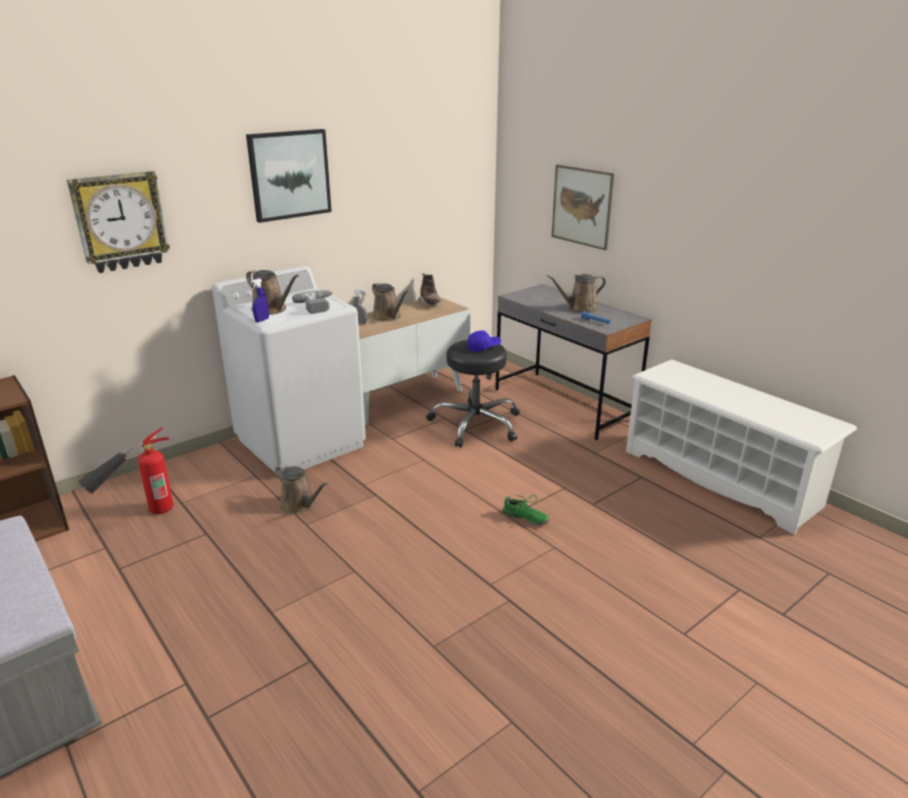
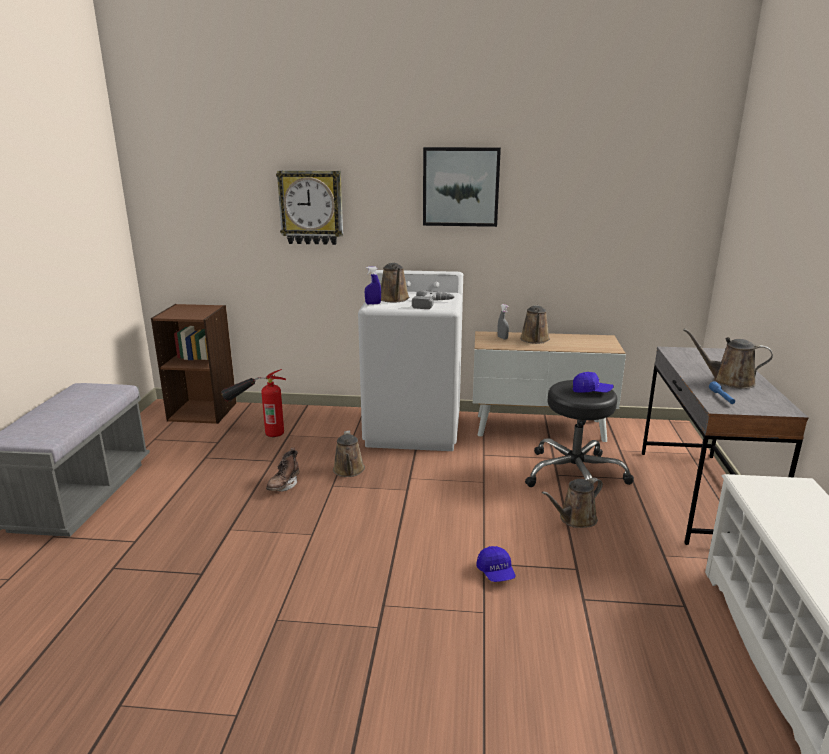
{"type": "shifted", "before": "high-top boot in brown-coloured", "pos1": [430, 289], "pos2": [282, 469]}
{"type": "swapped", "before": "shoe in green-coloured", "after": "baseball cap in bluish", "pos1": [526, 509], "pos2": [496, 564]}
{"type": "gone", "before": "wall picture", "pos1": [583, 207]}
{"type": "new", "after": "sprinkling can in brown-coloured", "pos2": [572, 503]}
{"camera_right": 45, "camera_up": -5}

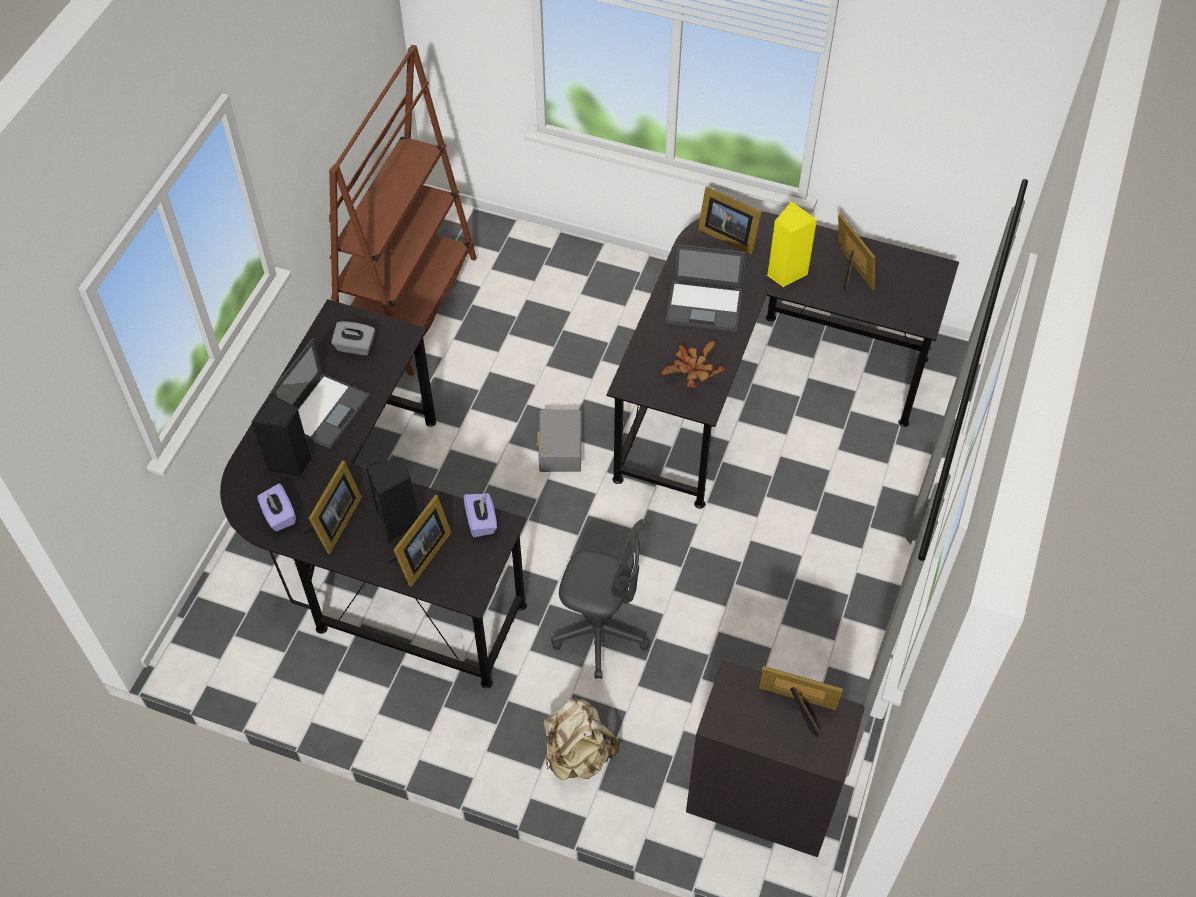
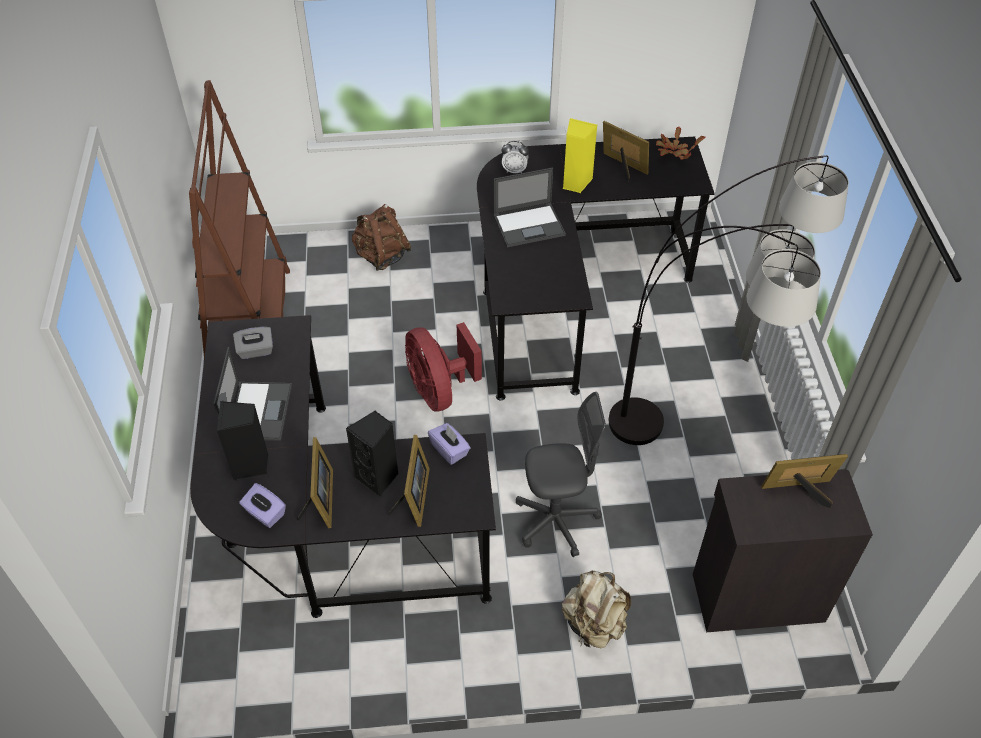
{"type": "swapped", "before": "storage container in gray", "after": "fan in red", "pos1": [558, 441], "pos2": [443, 367]}
{"type": "shifted", "before": "houseplant", "pos1": [693, 364], "pos2": [680, 143]}
{"type": "swapped", "before": "standing frame", "after": "table clock", "pos1": [730, 220], "pos2": [515, 157]}
{"type": "new", "after": "knapsack in brown-coloured", "pos2": [381, 237]}
{"type": "new", "after": "floor lamp", "pos2": [728, 300]}
{"camera_right": -25, "camera_up": -5}

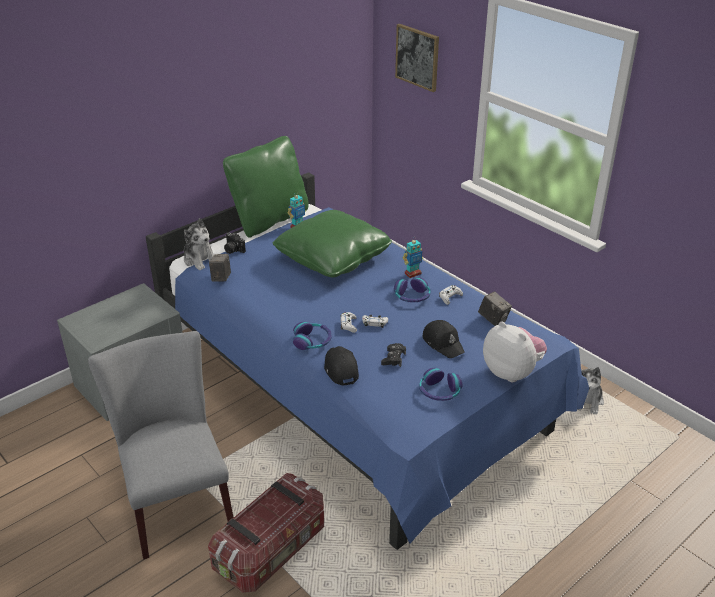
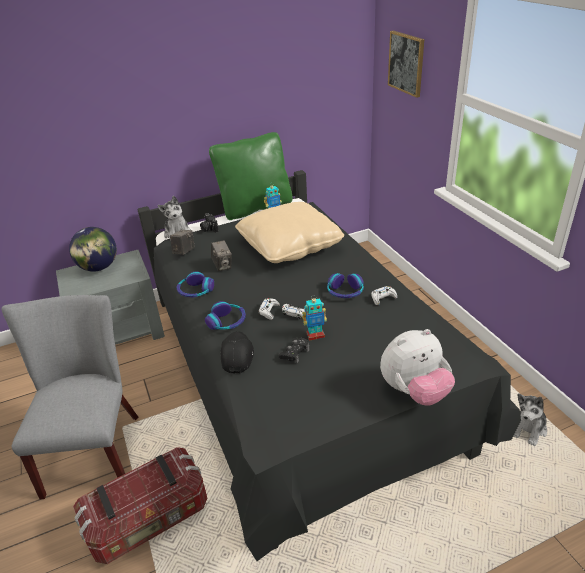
{"type": "repainted", "before": "bedroom bed in bluish", "after": "bedroom bed in blackish", "pos1": [367, 361], "pos2": [329, 365]}
{"type": "repainted", "before": "throw pillow in green-coloured", "after": "throw pillow in beige", "pos1": [332, 243], "pos2": [289, 232]}
{"type": "shifted", "before": "robot figure", "pos1": [413, 257], "pos2": [314, 318]}
{"type": "shifted", "before": "pair of headphones", "pos1": [440, 384], "pos2": [195, 284]}
{"type": "gone", "before": "baseball cap in blackish", "pos1": [444, 339]}
{"type": "shifted", "before": "still camera", "pos1": [495, 308], "pos2": [221, 255]}
{"type": "rotated", "before": "cuddly toy", "pos1": [515, 352], "pos2": [417, 367], "turn": 90}
{"type": "new", "after": "world globe", "pos2": [93, 249]}
{"camera_right": 20, "camera_up": 0}

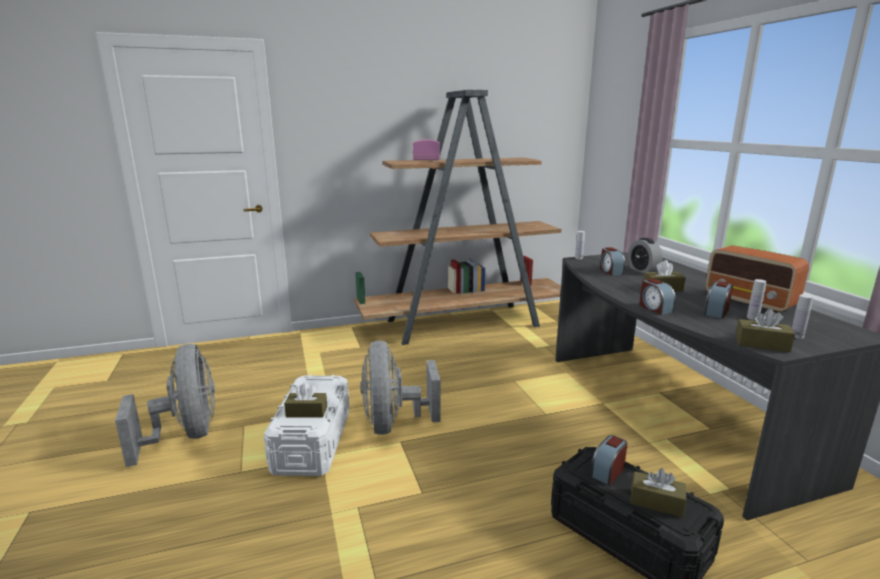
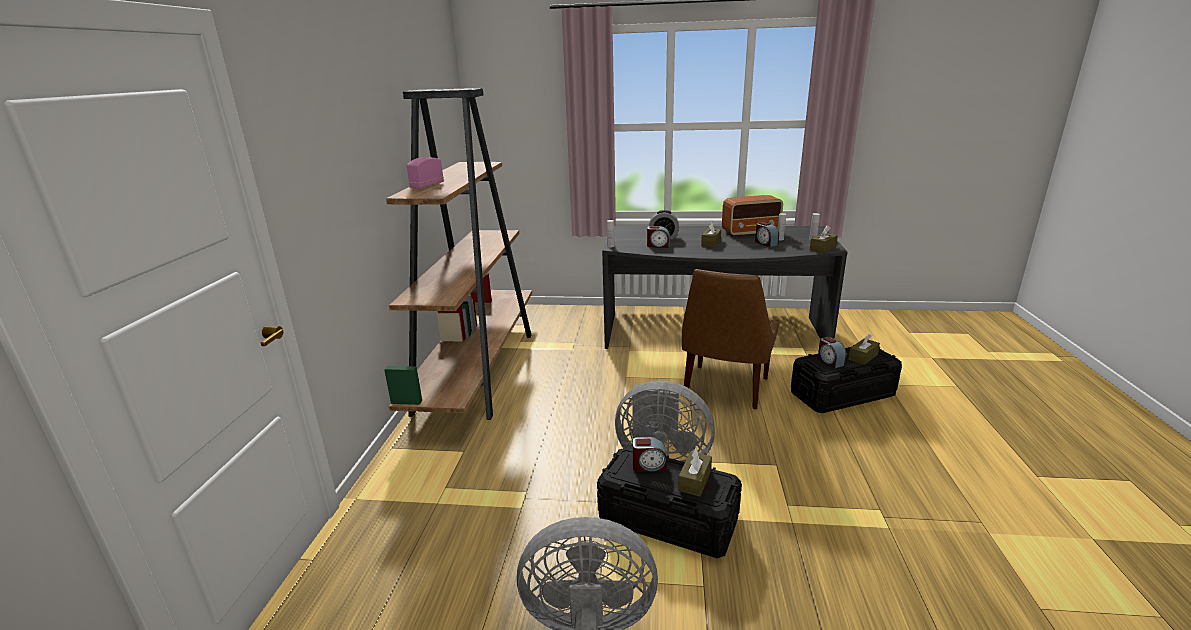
{"type": "repainted", "before": "storage container in whitish", "after": "storage container in blackish", "pos1": [306, 425], "pos2": [669, 503]}
{"type": "shifted", "before": "table clock", "pos1": [657, 296], "pos2": [650, 454]}
{"type": "new", "after": "plain chair in brown-coloured", "pos2": [731, 339]}
{"camera_right": -65, "camera_up": 5}

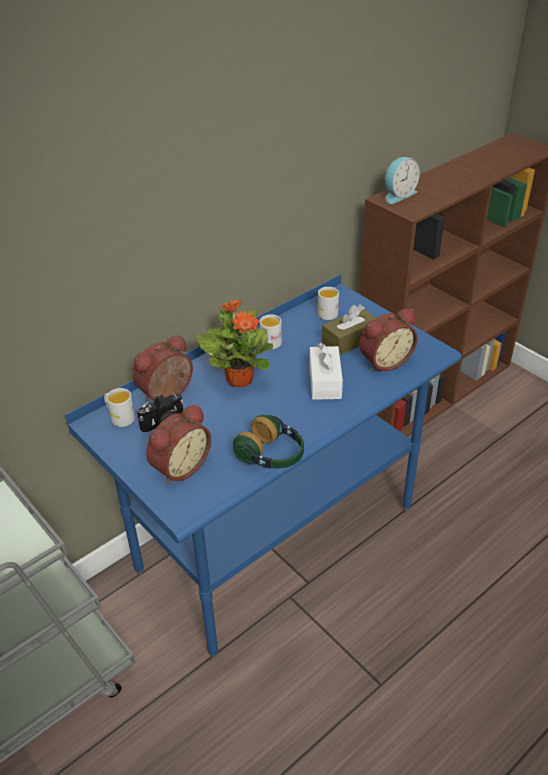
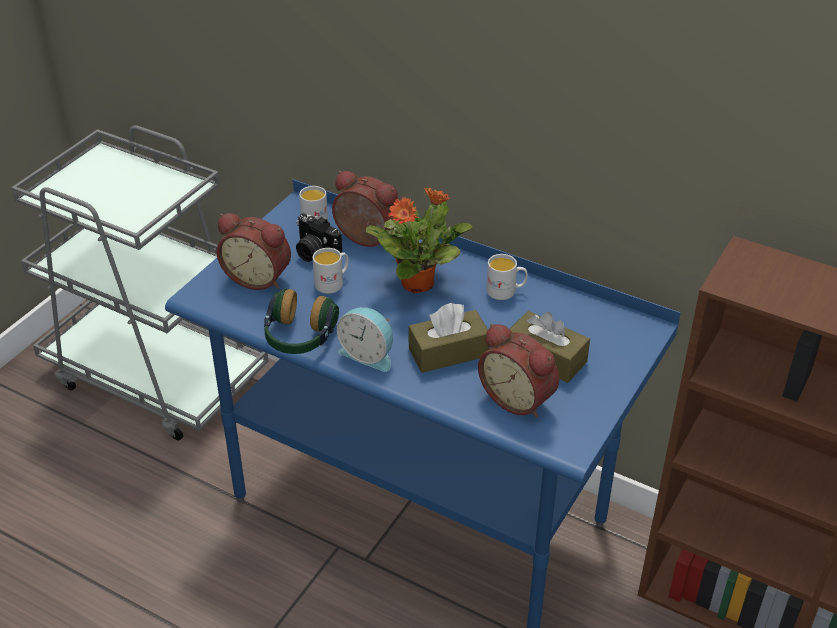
{"type": "repainted", "before": "tissue box in whitish", "after": "tissue box in brown-coloured", "pos1": [326, 371], "pos2": [448, 338]}
{"type": "shifted", "before": "coffee mug in whitish", "pos1": [328, 303], "pos2": [331, 271]}
{"type": "shifted", "before": "table clock", "pos1": [402, 180], "pos2": [365, 339]}
{"camera_right": 70, "camera_up": 0}

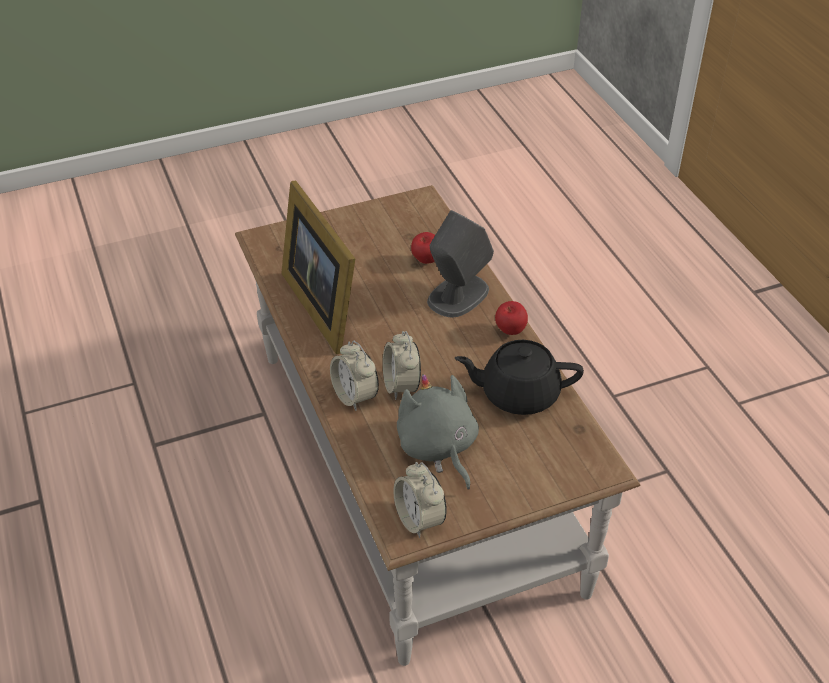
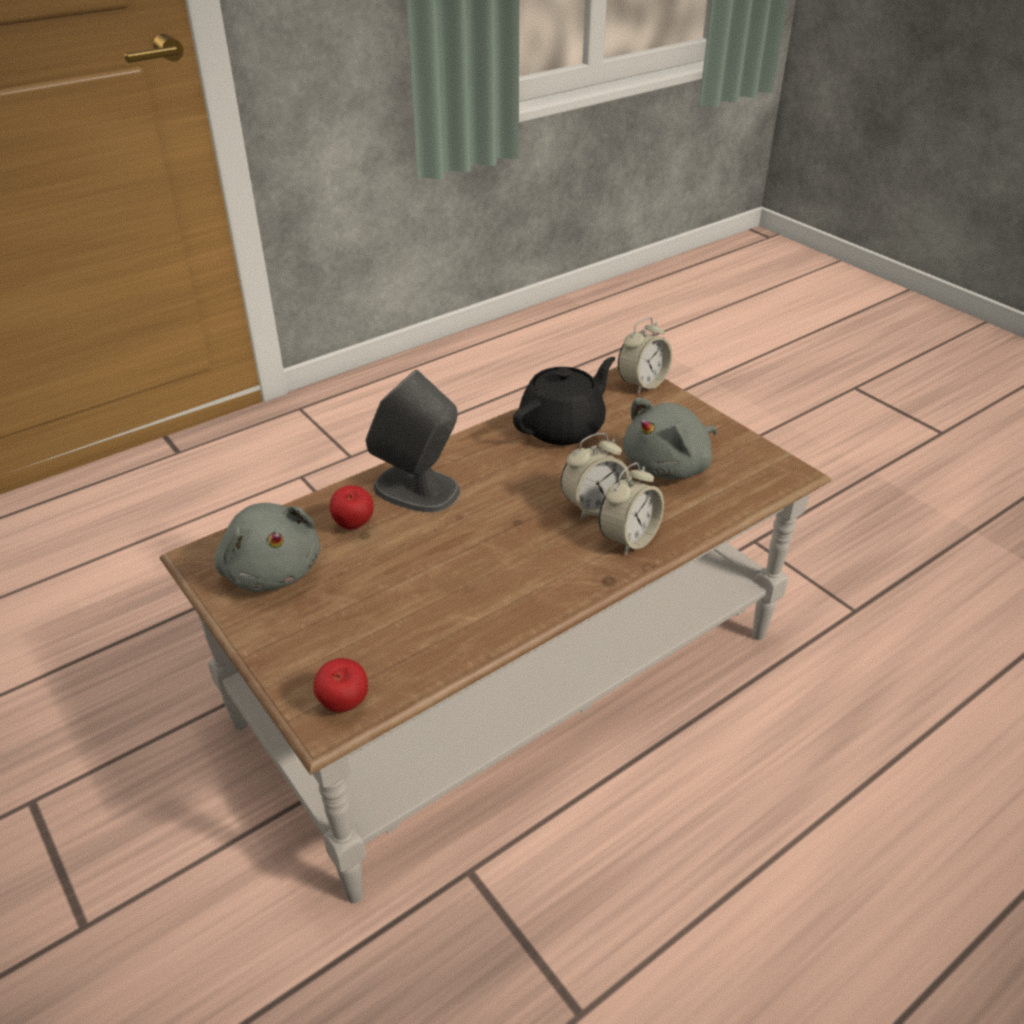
{"type": "gone", "before": "standing frame", "pos1": [318, 267]}
{"type": "shifted", "before": "table clock", "pos1": [420, 500], "pos2": [645, 355]}
{"type": "rotated", "before": "pot for tea in blackish", "pos1": [519, 377], "pos2": [564, 401], "turn": -120}
{"type": "shifted", "before": "apple", "pos1": [511, 318], "pos2": [340, 685]}
{"type": "new", "after": "cuddly toy in gray", "pos2": [267, 547]}
{"camera_right": -105, "camera_up": -5}

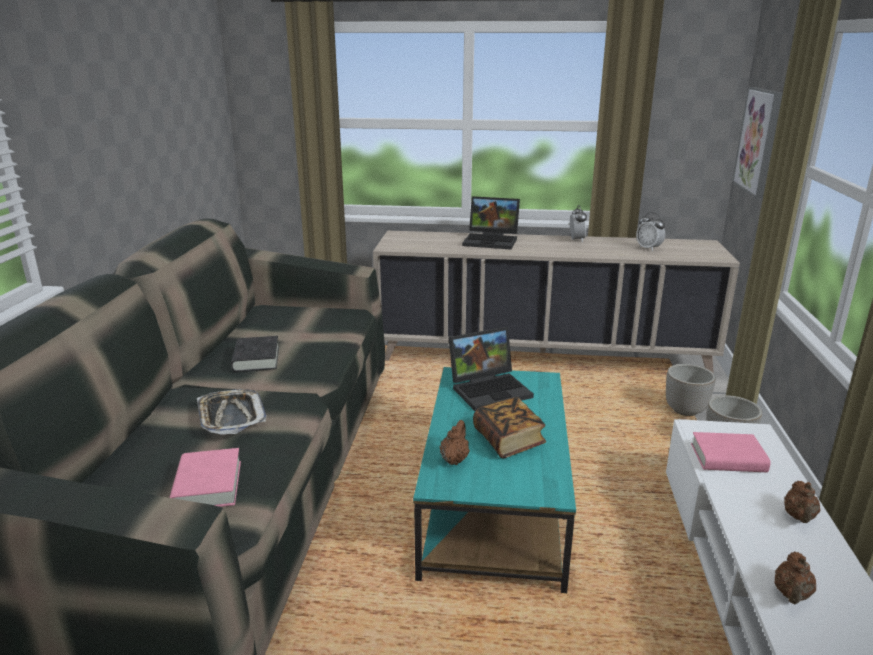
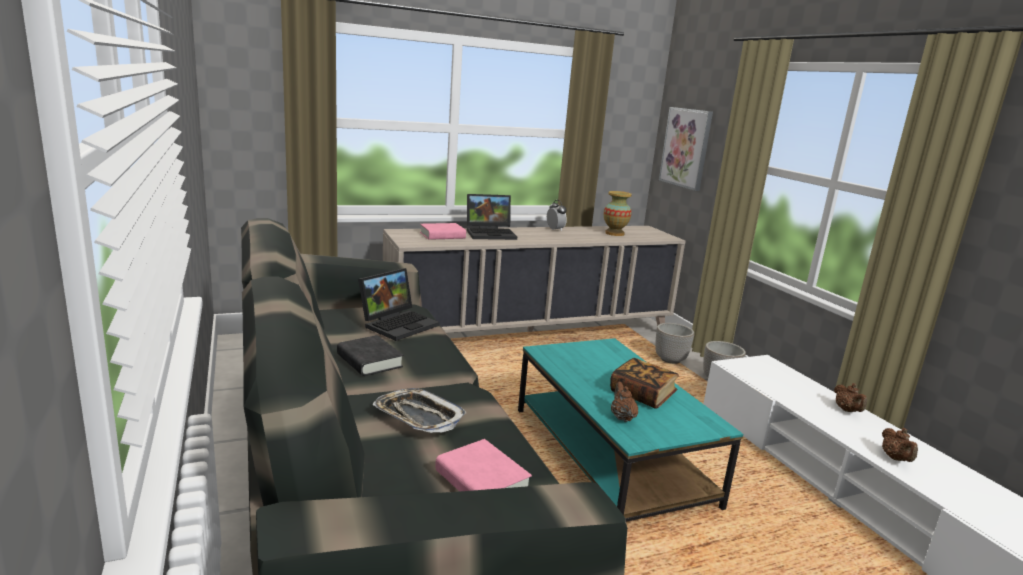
{"type": "shifted", "before": "notebook computer", "pos1": [491, 369], "pos2": [399, 304]}
{"type": "swapped", "before": "table clock", "after": "vase", "pos1": [650, 231], "pos2": [618, 213]}
{"type": "shifted", "before": "volume in pinkish", "pos1": [731, 452], "pos2": [443, 231]}
{"camera_right": -30, "camera_up": -5}

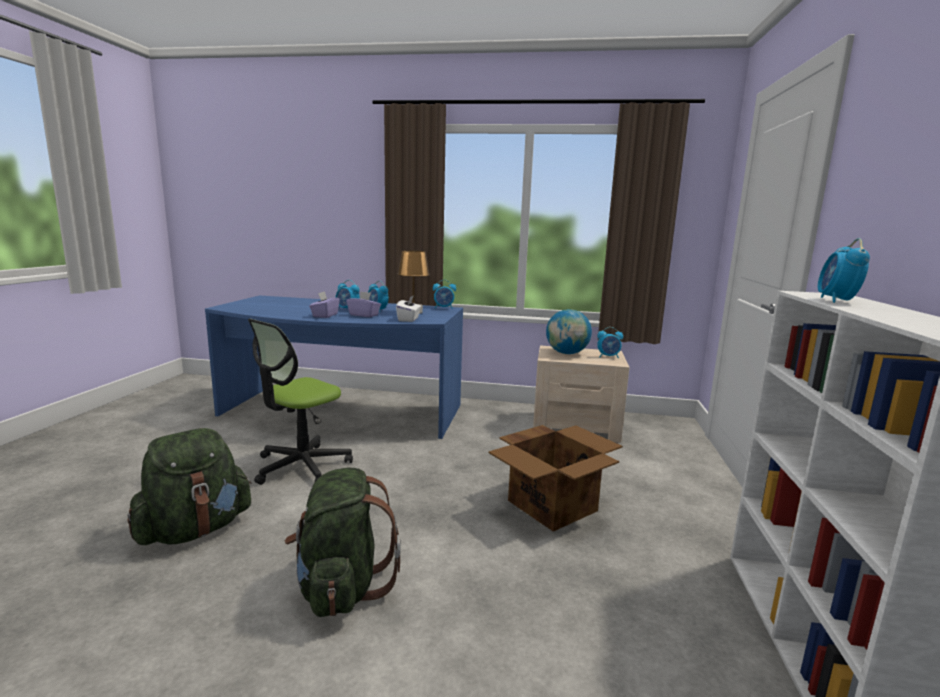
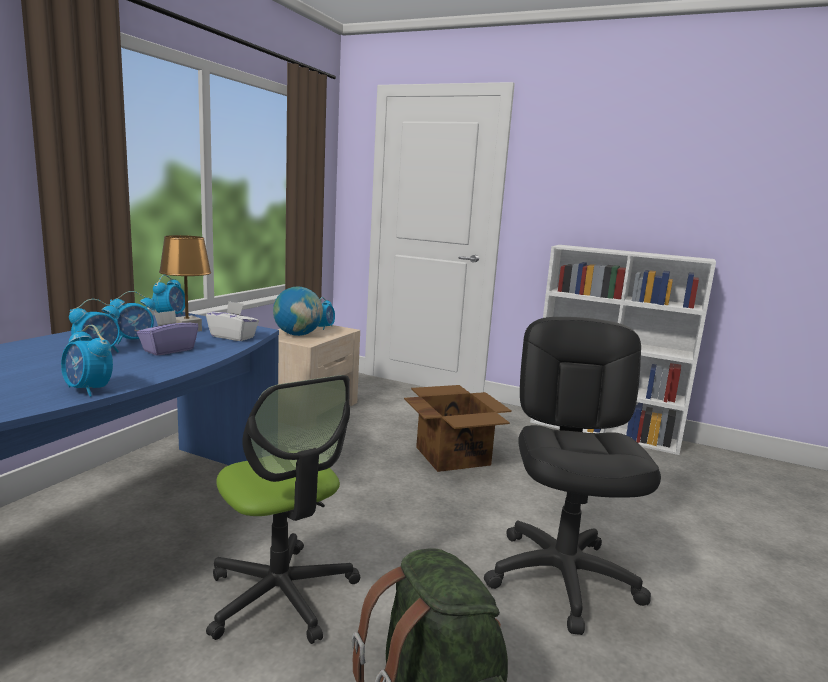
{"type": "swapped", "before": "knapsack in green-coloured", "after": "office chair in blackish", "pos1": [343, 542], "pos2": [572, 476]}
{"type": "gone", "before": "tissue box in purplish", "pos1": [324, 304]}
{"type": "shifted", "before": "table clock", "pos1": [844, 270], "pos2": [87, 361]}
{"camera_right": -75, "camera_up": 0}

